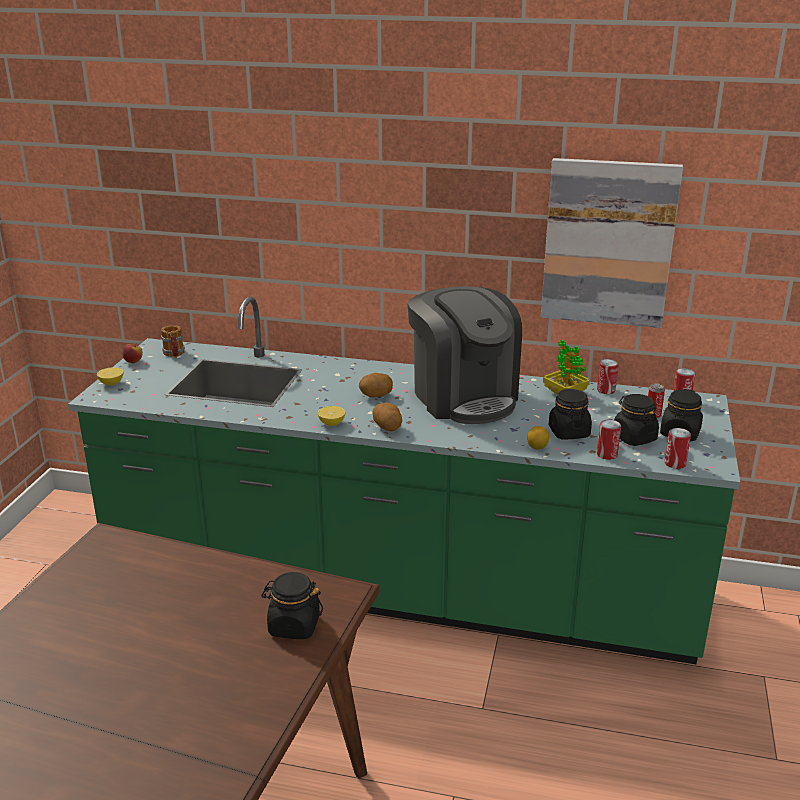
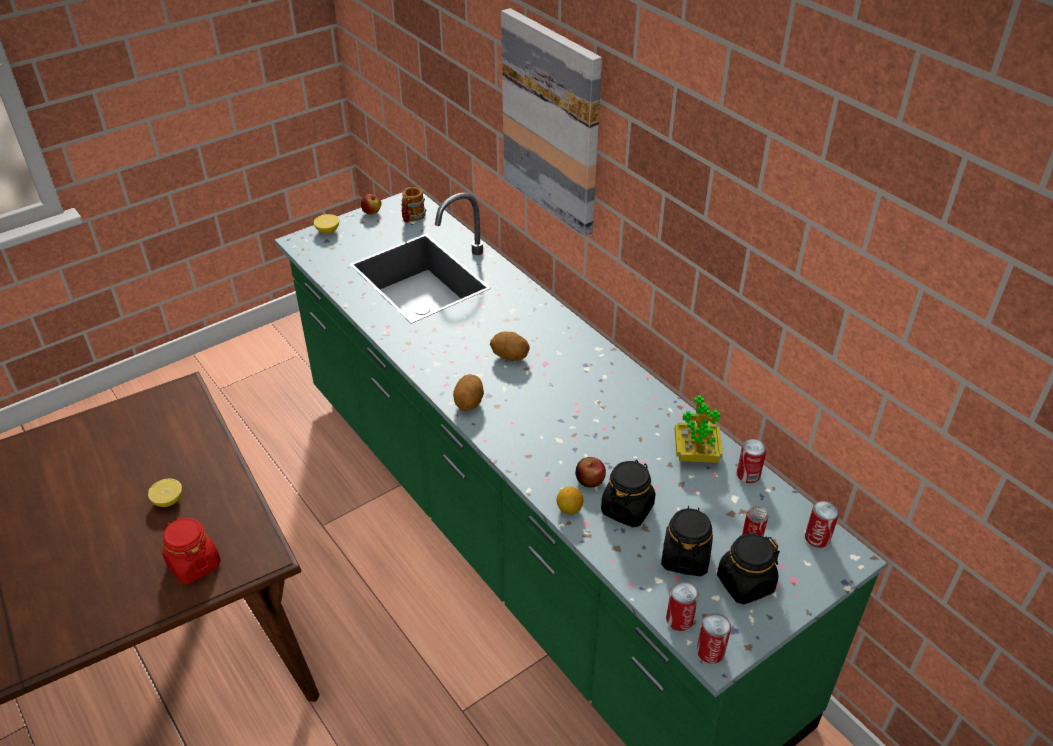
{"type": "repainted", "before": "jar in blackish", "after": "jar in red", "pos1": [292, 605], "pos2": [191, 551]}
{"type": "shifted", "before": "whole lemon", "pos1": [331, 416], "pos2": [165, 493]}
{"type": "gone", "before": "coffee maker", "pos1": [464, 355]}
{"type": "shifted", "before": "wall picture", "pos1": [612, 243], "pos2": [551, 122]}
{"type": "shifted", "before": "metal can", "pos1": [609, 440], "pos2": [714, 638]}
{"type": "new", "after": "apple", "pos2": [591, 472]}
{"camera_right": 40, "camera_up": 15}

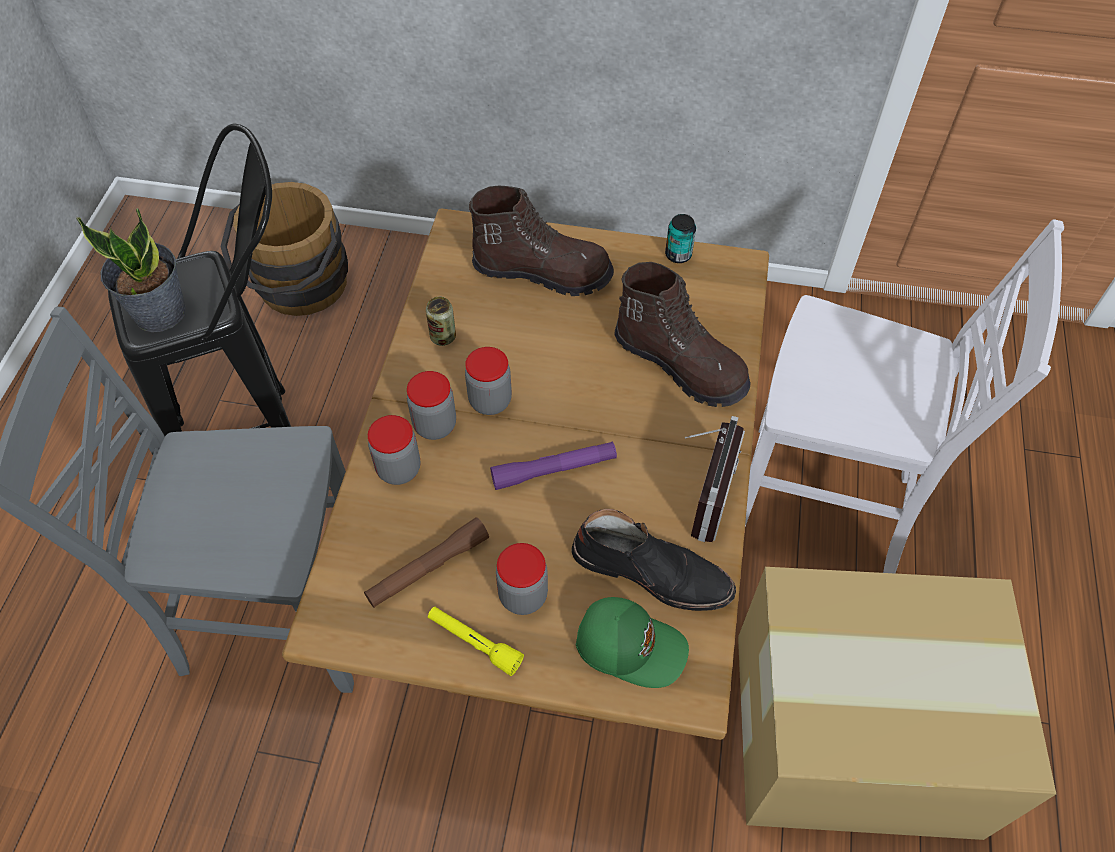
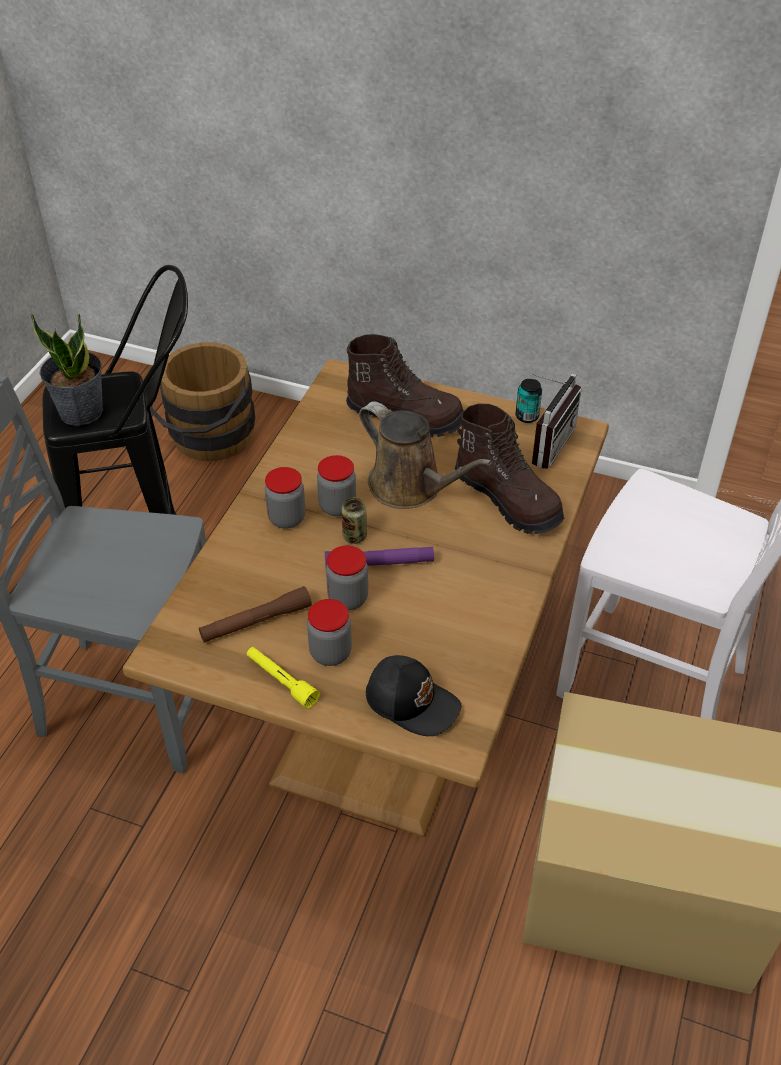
{"type": "shifted", "before": "jar", "pos1": [394, 450], "pos2": [347, 578]}
{"type": "shifted", "before": "metal can", "pos1": [441, 321], "pos2": [354, 520]}
{"type": "gone", "before": "high-top boot in blackish", "pos1": [653, 560]}
{"type": "repainted", "before": "baseball cap in green-coloured", "after": "baseball cap in blackish", "pos1": [632, 642], "pos2": [414, 695]}
{"type": "shifted", "before": "radio set", "pos1": [715, 479], "pos2": [556, 421]}
{"type": "new", "after": "sprinkling can in brown-coloured", "pos2": [425, 455]}
{"camera_right": 10, "camera_up": -10}

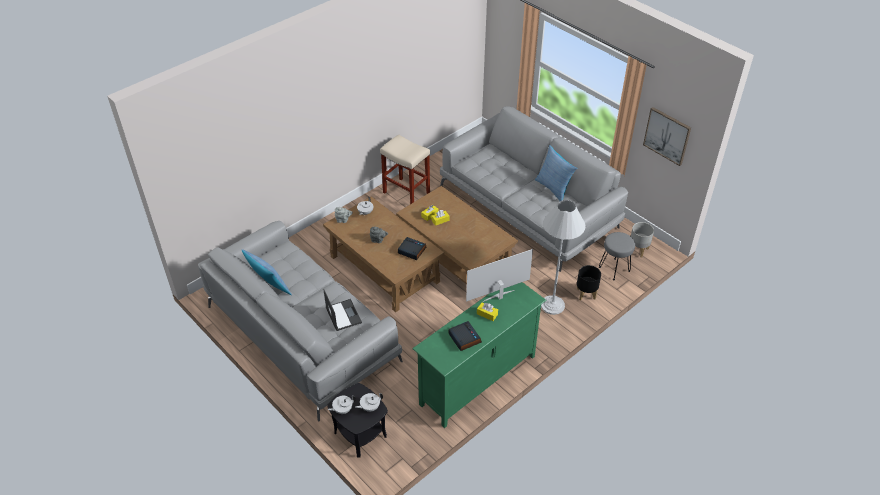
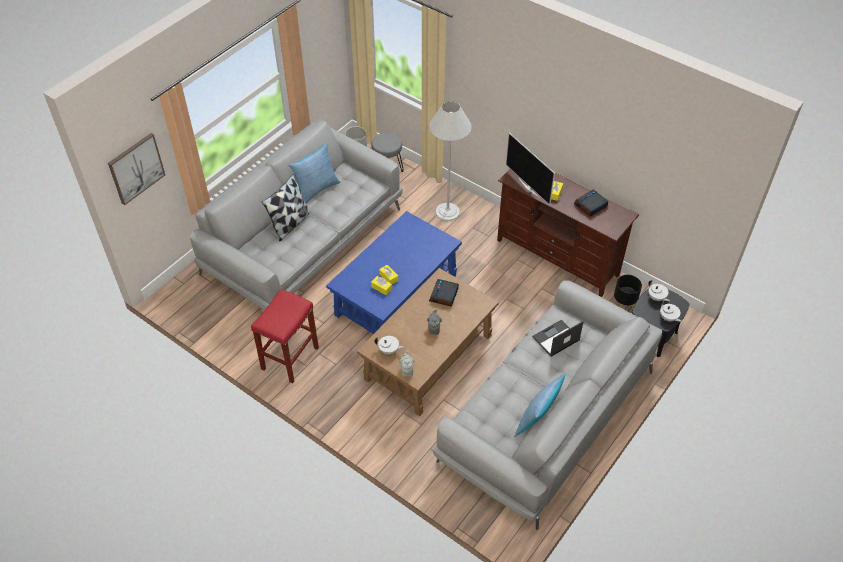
{"type": "repainted", "before": "stool in beige", "after": "stool in red", "pos1": [405, 169], "pos2": [285, 336]}
{"type": "repainted", "before": "low table in brown-coloured", "after": "low table in bluish", "pos1": [457, 235], "pos2": [394, 272]}
{"type": "repainted", "before": "media console in green-coloured", "after": "media console in brown-coloured", "pos1": [479, 355], "pos2": [568, 233]}
{"type": "shifted", "before": "planter in blackish", "pos1": [589, 283], "pos2": [627, 291]}
{"type": "shifted", "before": "wall picture", "pos1": [667, 136], "pos2": [136, 169]}
{"type": "new", "after": "throw pillow", "pos2": [286, 207]}
{"camera_right": -100, "camera_up": 5}

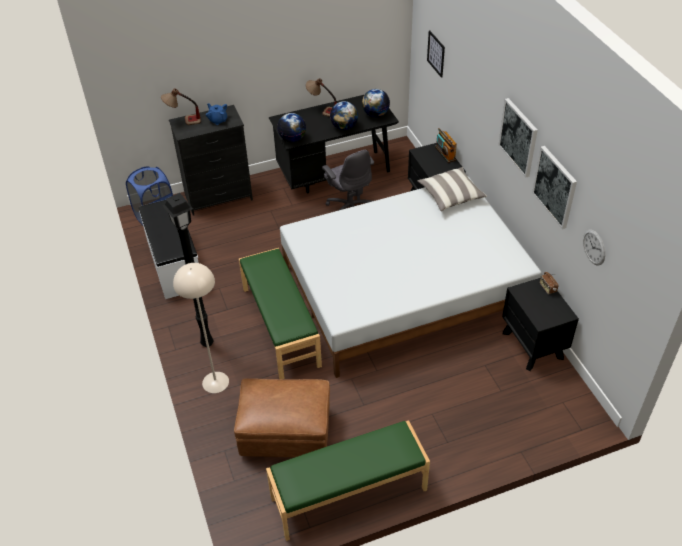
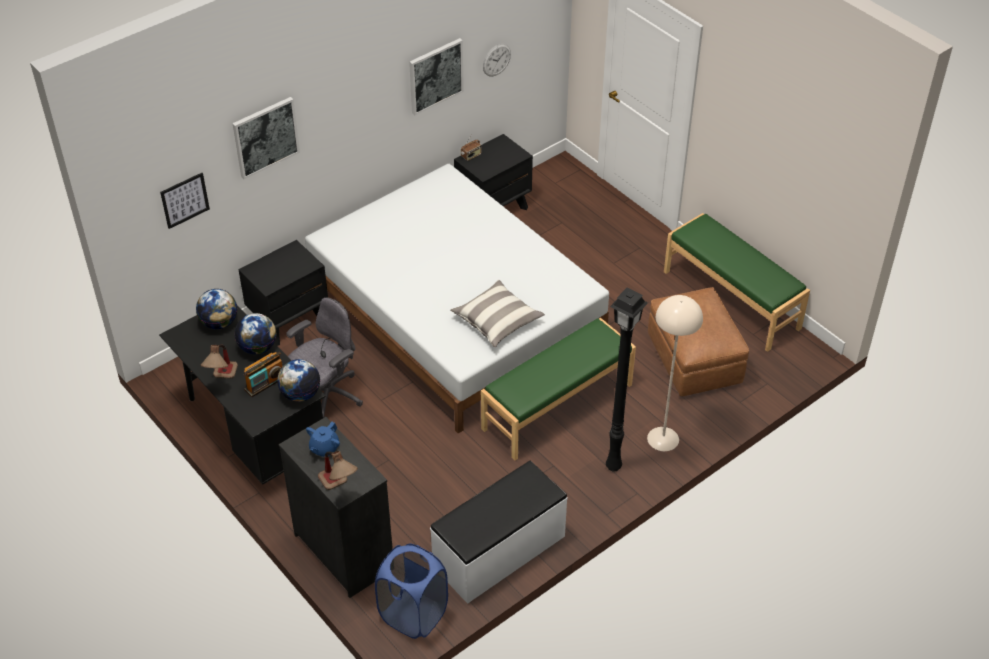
{"type": "shifted", "before": "throw pillow", "pos1": [452, 189], "pos2": [497, 313]}
{"type": "shifted", "before": "radio set", "pos1": [446, 145], "pos2": [263, 374]}
{"type": "shifted", "before": "wall picture", "pos1": [518, 138], "pos2": [266, 138]}
{"camera_right": -110, "camera_up": 0}

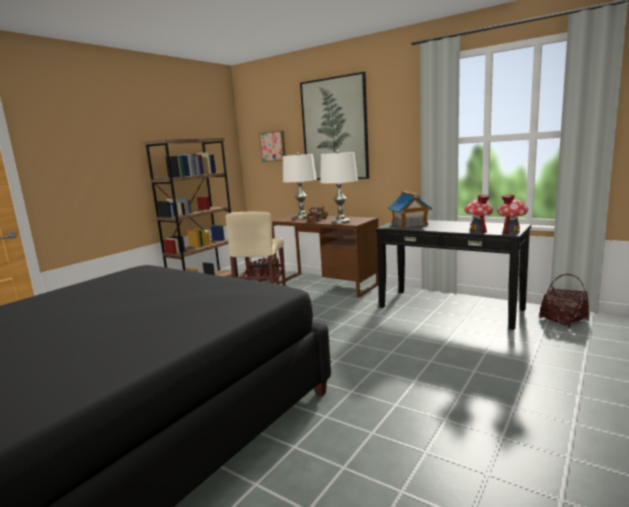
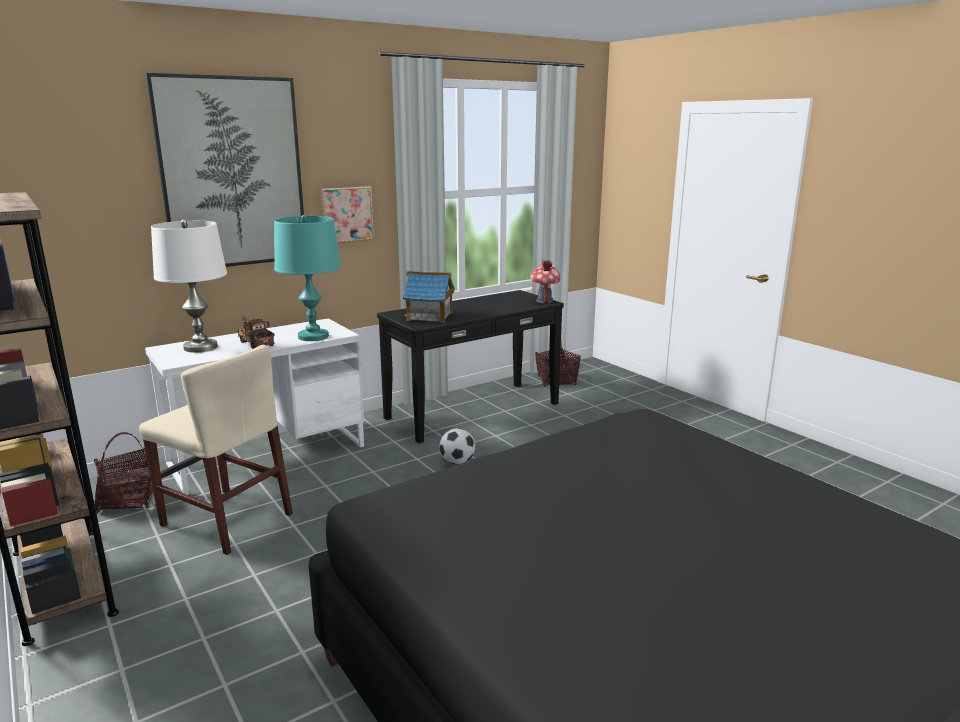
{"type": "shifted", "before": "wall picture", "pos1": [272, 146], "pos2": [346, 214]}
{"type": "repainted", "before": "desk table in brown-coloured", "after": "desk table in whitish", "pos1": [325, 256], "pos2": [254, 406]}
{"type": "repainted", "before": "tabletop lamp in whitish", "after": "tabletop lamp in turquoise", "pos1": [339, 187], "pos2": [307, 278]}
{"type": "gone", "before": "miniature house", "pos1": [478, 214]}
{"type": "new", "after": "football ball", "pos2": [457, 446]}
{"camera_right": -70, "camera_up": 5}

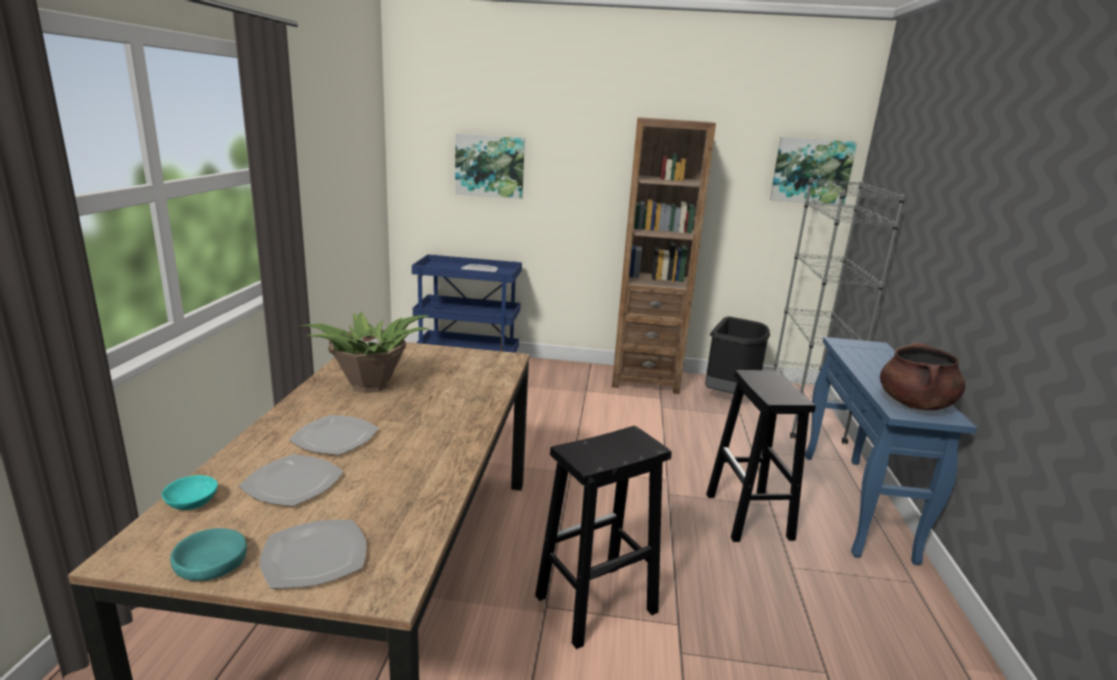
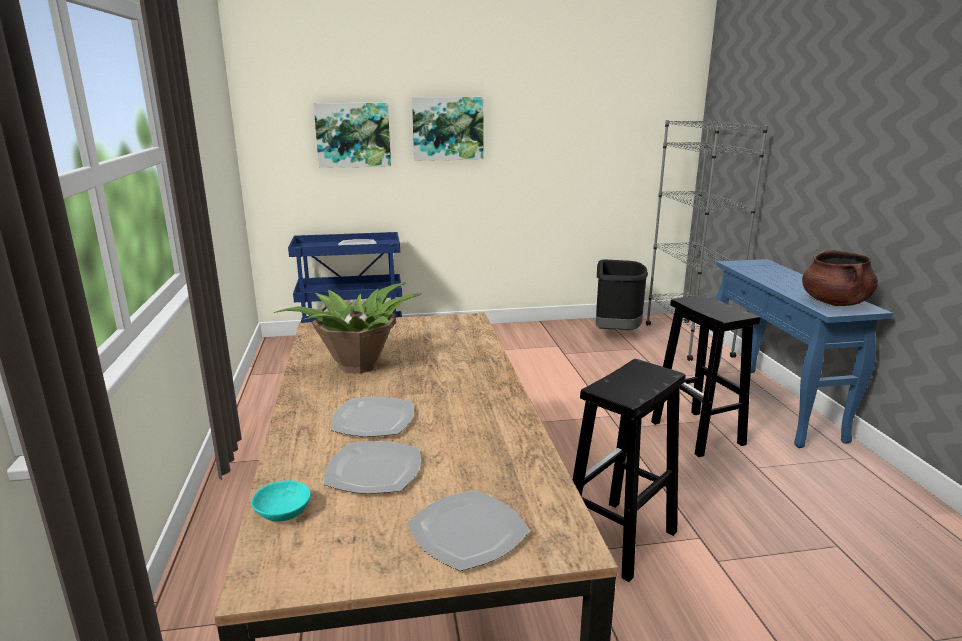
{"type": "gone", "before": "bowl in turquoise", "pos1": [208, 554]}
{"type": "gone", "before": "bookshelf in brown-coloured", "pos1": [664, 255]}
{"type": "shifted", "before": "wall picture", "pos1": [813, 171], "pos2": [448, 129]}
{"camera_right": -15, "camera_up": 0}

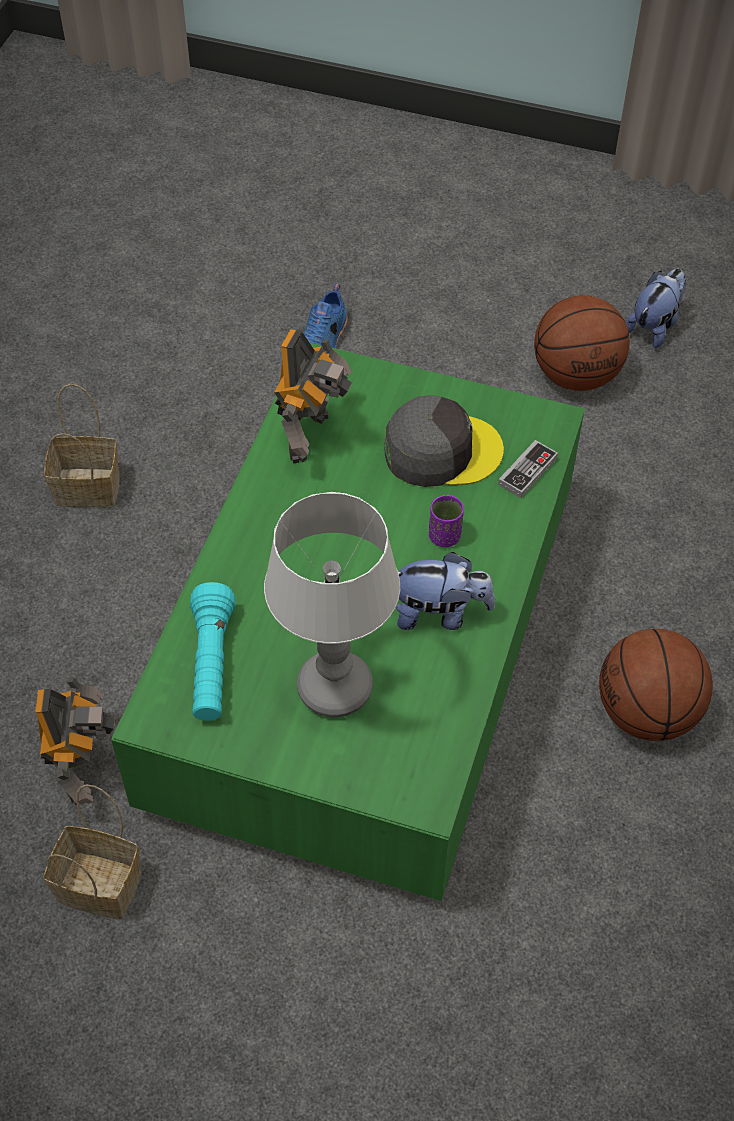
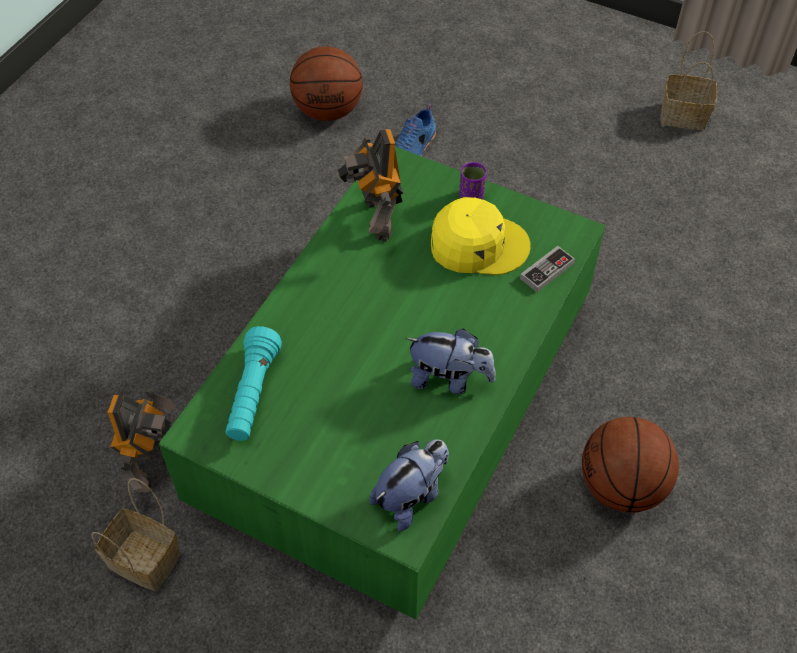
{"type": "shifted", "before": "household basket", "pos1": [82, 446], "pos2": [689, 80]}
{"type": "gone", "before": "tabletop lamp", "pos1": [332, 605]}
{"type": "rotated", "before": "robot figure", "pos1": [313, 396], "pos2": [370, 185], "turn": 135}
{"type": "repainted", "before": "baseball cap in gray", "after": "baseball cap in yellowish", "pos1": [444, 441], "pos2": [481, 236]}
{"type": "shifted", "before": "drinking cup in purplish", "pos1": [446, 521], "pos2": [473, 180]}
{"type": "shifted", "before": "basketball ball", "pos1": [582, 343], "pos2": [326, 83]}
{"type": "shifted", "before": "cuddly toy", "pos1": [656, 308], "pos2": [409, 485]}
{"camera_right": 10, "camera_up": 0}

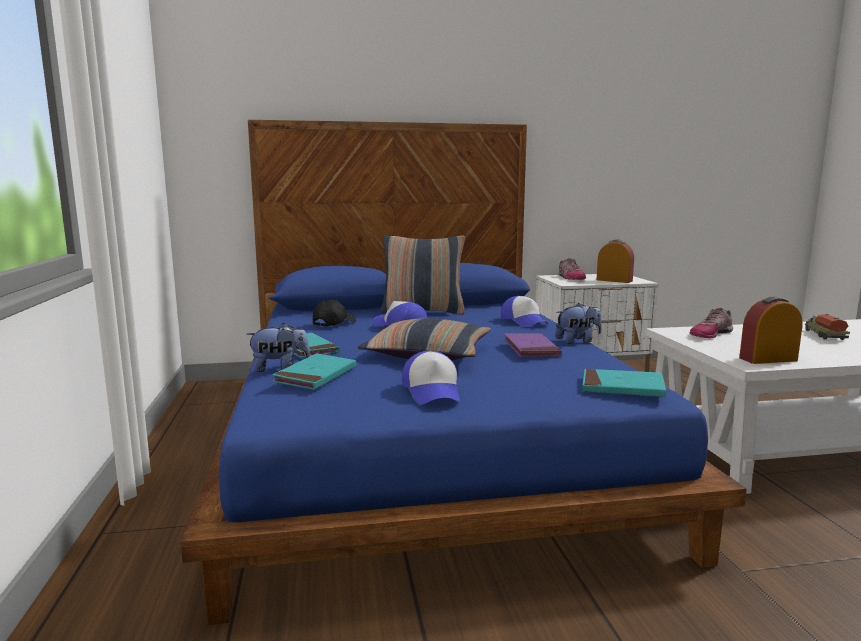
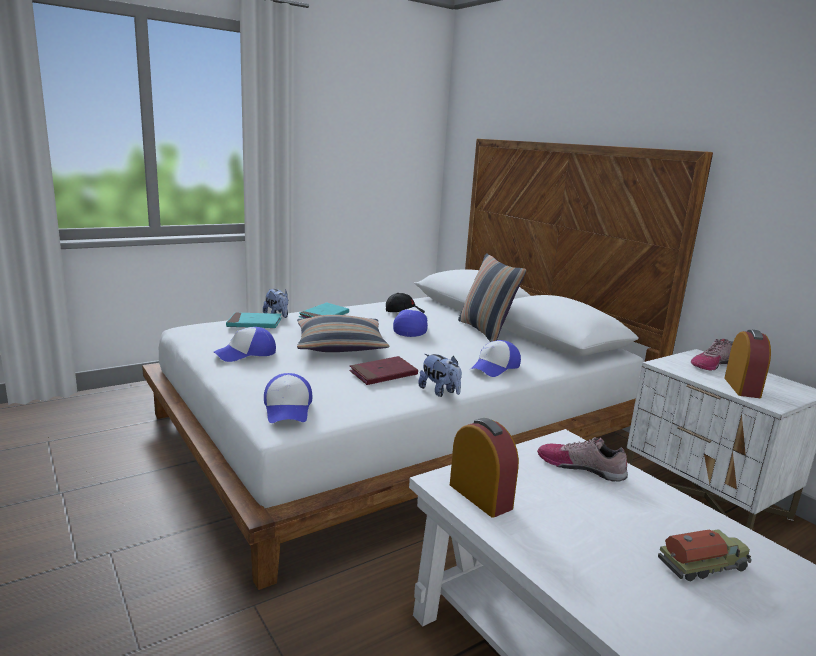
{"type": "repainted", "before": "bedroom bed in bluish", "after": "bedroom bed in whitish", "pos1": [464, 372], "pos2": [427, 364]}
{"type": "repainted", "before": "volume in purplish", "after": "volume in red", "pos1": [533, 345], "pos2": [383, 370]}
{"type": "swapped", "before": "volume in turquoise", "after": "baseball cap", "pos1": [624, 383], "pos2": [288, 398]}
{"camera_right": 65, "camera_up": 5}

